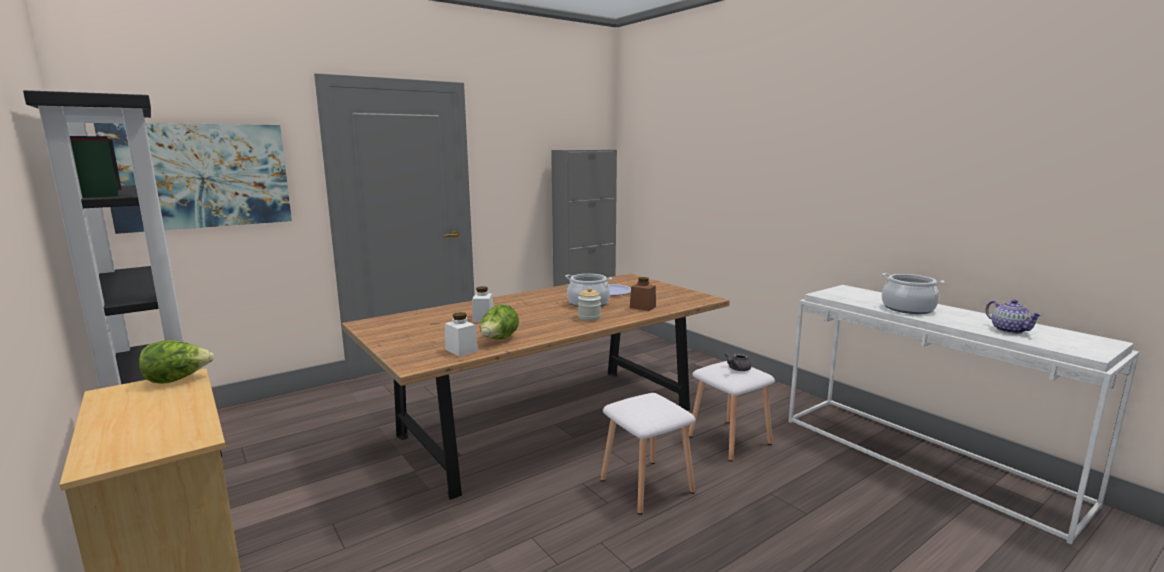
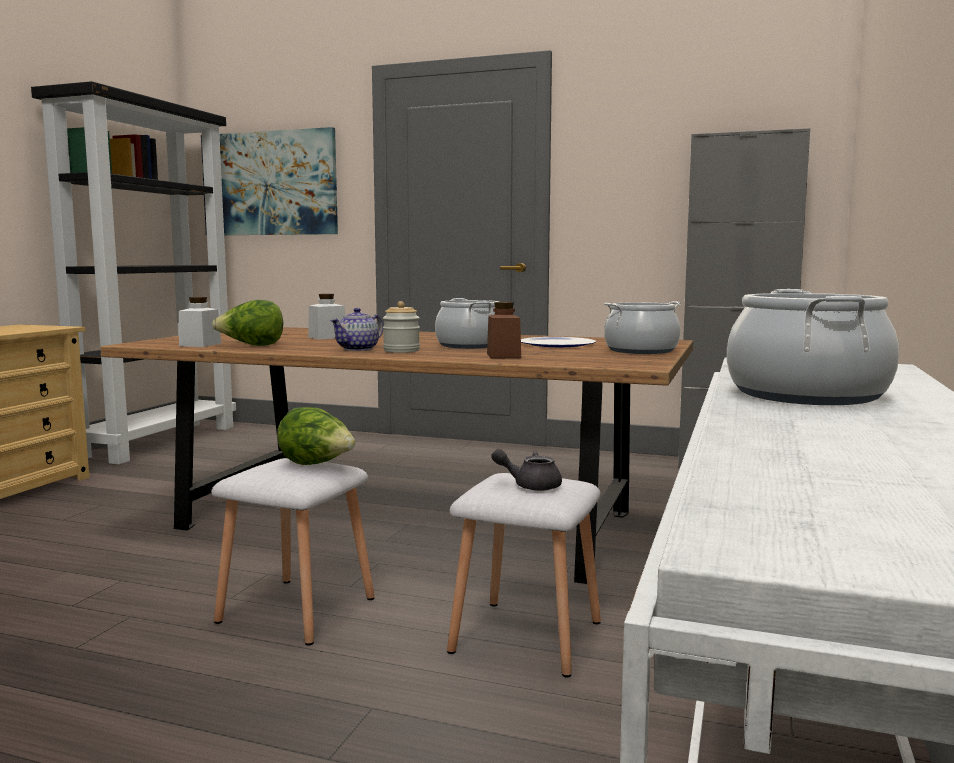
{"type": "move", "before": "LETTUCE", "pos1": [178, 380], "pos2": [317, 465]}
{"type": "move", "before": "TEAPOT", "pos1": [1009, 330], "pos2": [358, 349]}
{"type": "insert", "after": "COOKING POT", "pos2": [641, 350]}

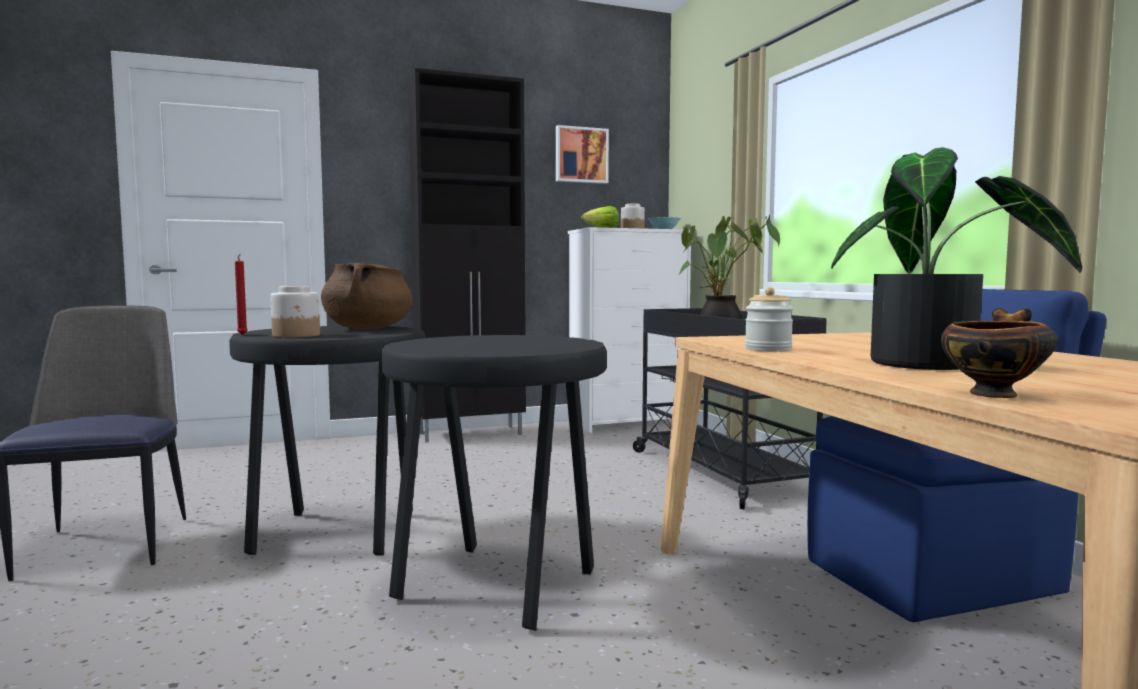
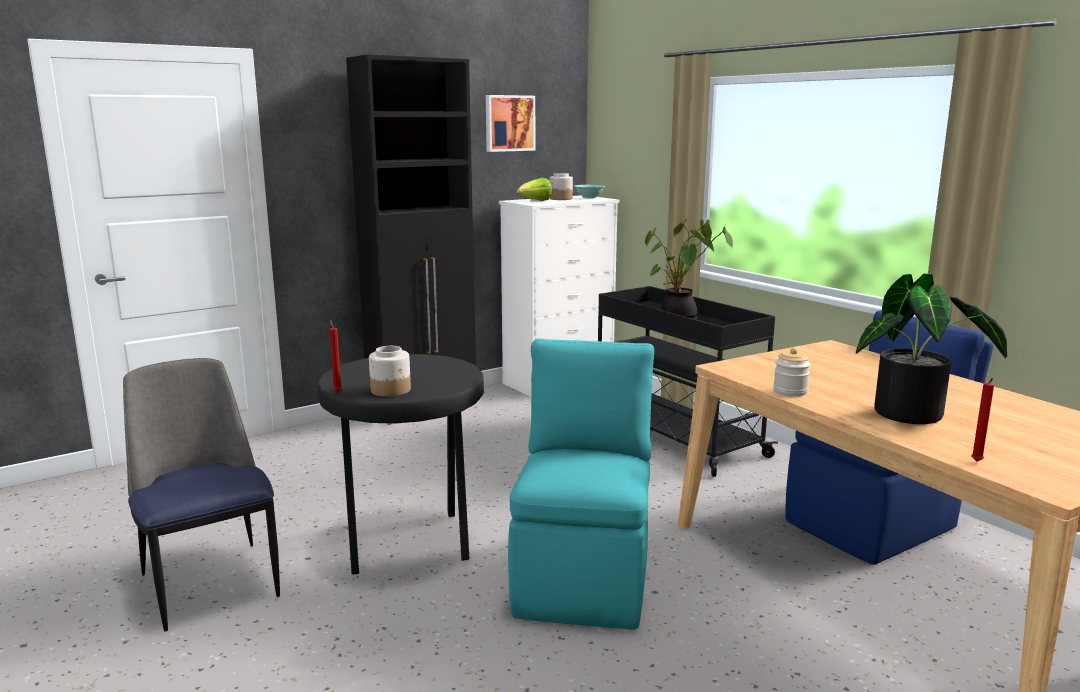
{"type": "delete", "before": "BROWN COOKING POT", "pos1": [368, 329]}
{"type": "replace", "before": "BLACK STOOL", "after": "TURQUOISE CHAIR", "pos1": [499, 588], "pos2": [584, 577]}
{"type": "replace", "before": "BOWL", "after": "RED CANDLE", "pos1": [993, 394], "pos2": [976, 462]}

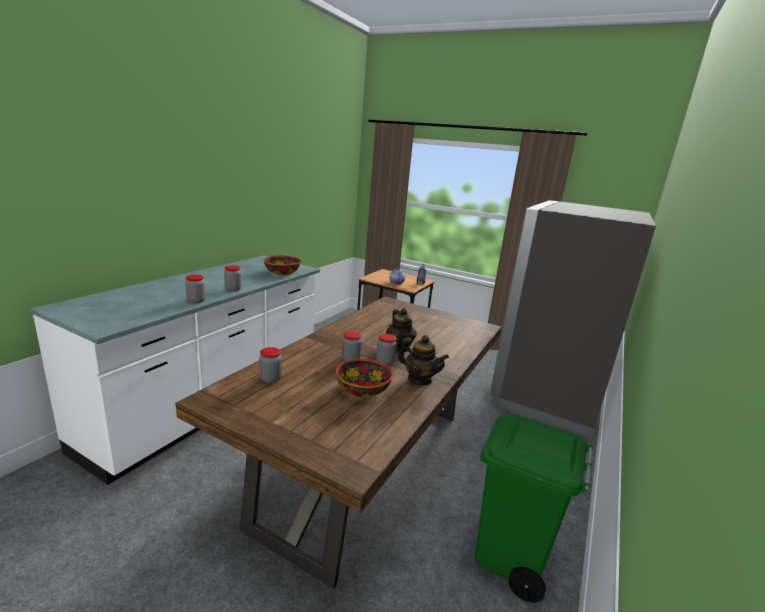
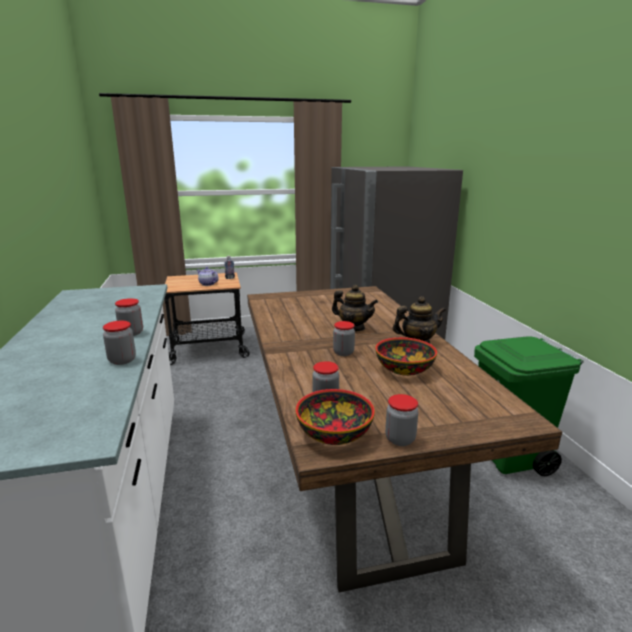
{"type": "move", "before": "BOWL", "pos1": [282, 272], "pos2": [335, 433]}
{"type": "move", "before": "JAR", "pos1": [385, 361], "pos2": [400, 439]}

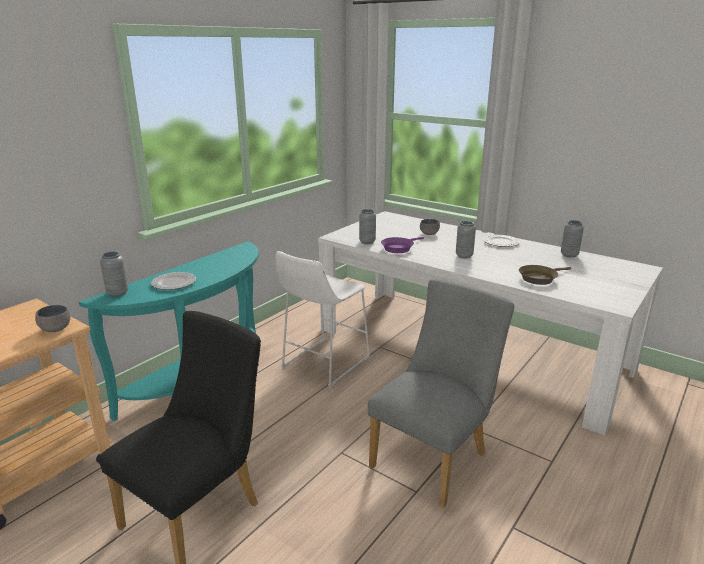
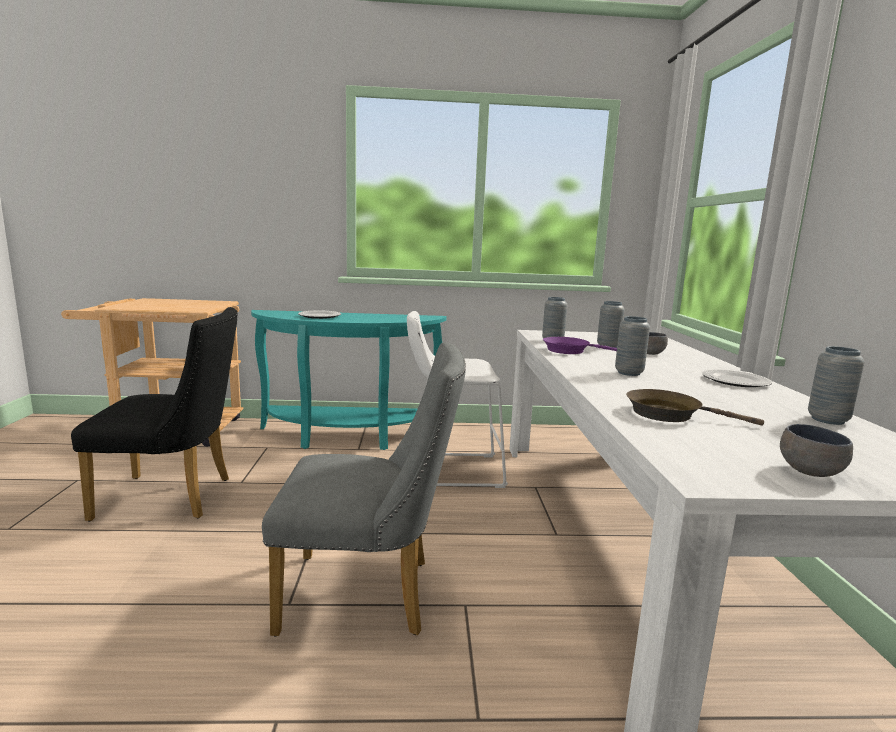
{"type": "move", "before": "GREY BOWL", "pos1": [57, 329], "pos2": [812, 472]}
{"type": "move", "before": "GREY VASE", "pos1": [117, 293], "pos2": [608, 346]}

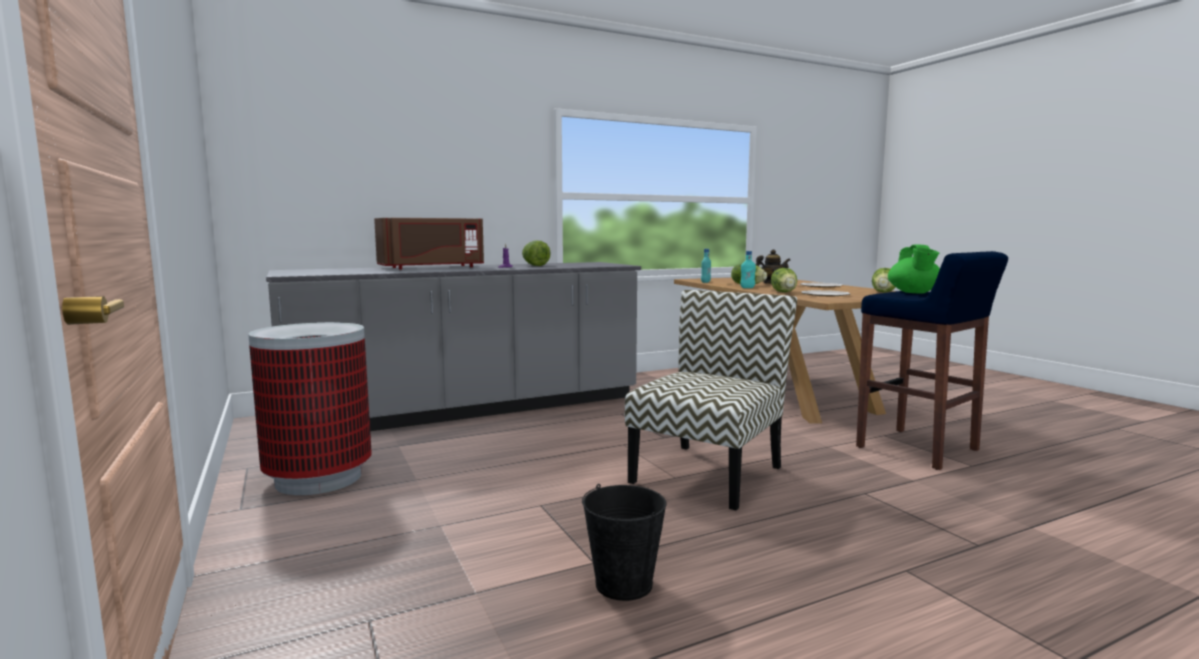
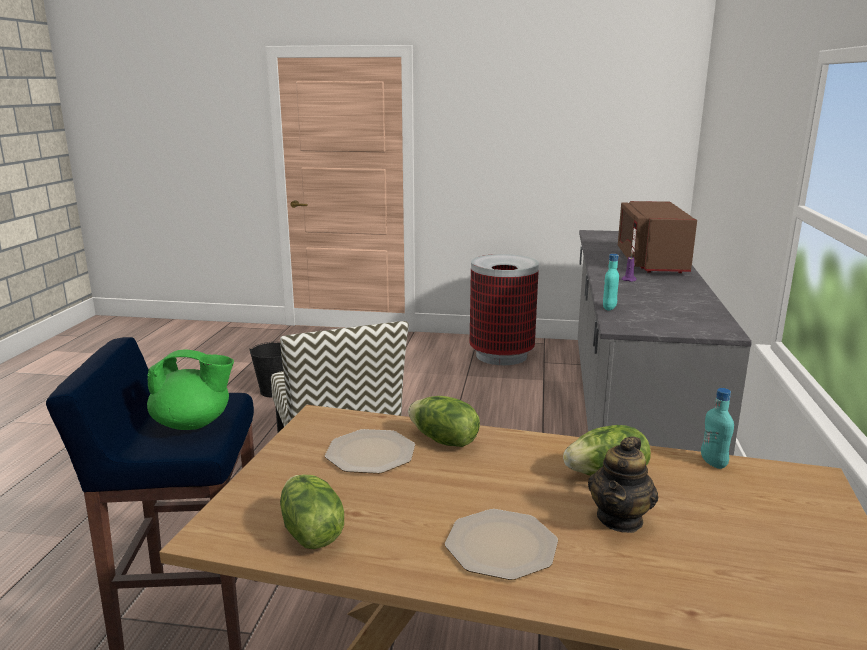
{"type": "delete", "before": "LETTUCE", "pos1": [534, 265]}
{"type": "move", "before": "TURQUOISE BOTTLE", "pos1": [747, 287], "pos2": [609, 308]}
{"type": "rotate", "before": "GREEN TEAPOT", "pos1": [914, 293], "pos2": [193, 424], "turn": 135}

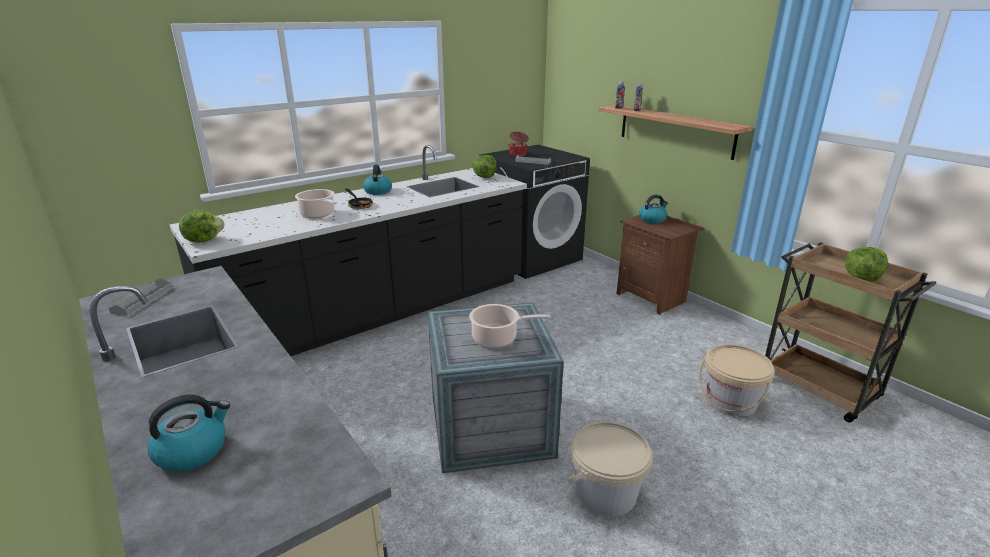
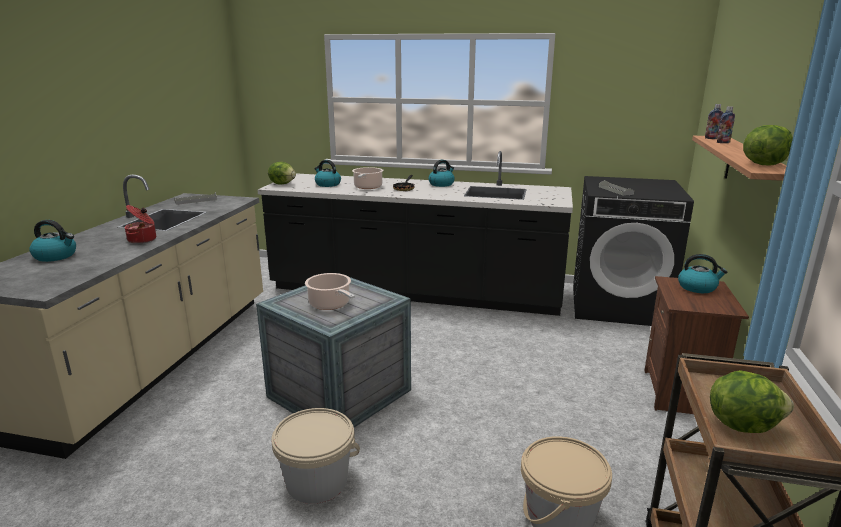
{"type": "move", "before": "LETTUCE", "pos1": [485, 177], "pos2": [763, 164]}
{"type": "move", "before": "COOKING POT", "pos1": [518, 154], "pos2": [143, 240]}
{"type": "insert", "after": "KETTLE", "pos2": [327, 184]}

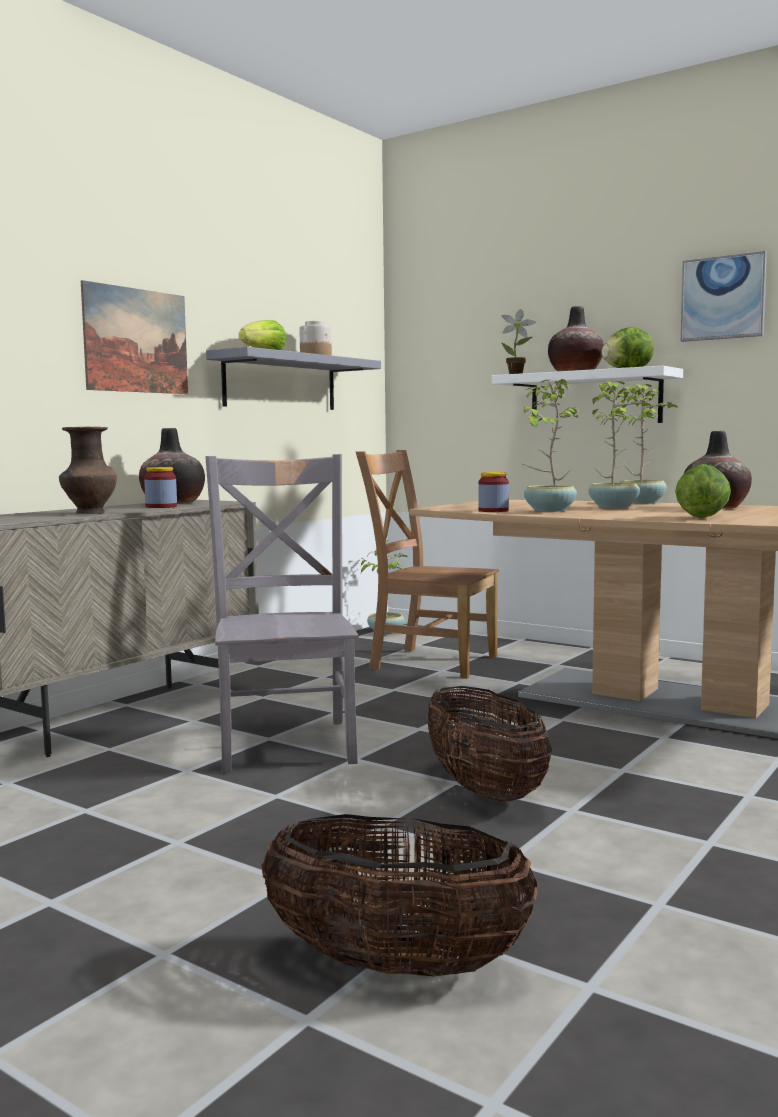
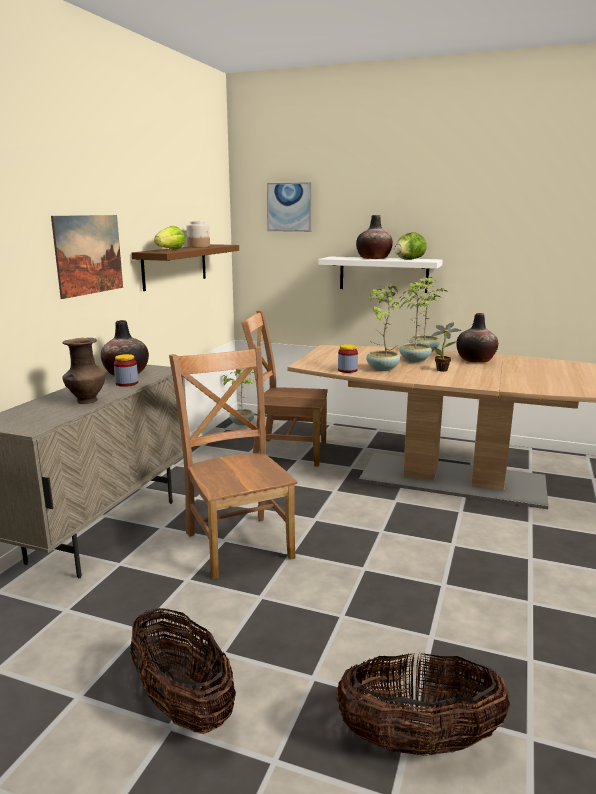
{"type": "recolor", "before": "GREY CHAIR", "after": "BROWN CHAIR", "pos1": [286, 742], "pos2": [238, 542]}
{"type": "recolor", "before": "GREY SHELF", "after": "BROWN SHELF", "pos1": [280, 382], "pos2": [175, 266]}
{"type": "move", "before": "BASKET", "pos1": [485, 790], "pos2": [183, 704]}
{"type": "move", "before": "POTTED PLANT", "pos1": [518, 374], "pos2": [444, 370]}
{"type": "delete", "before": "LETTUCE", "pos1": [702, 517]}
{"type": "move", "before": "PICTURE", "pos1": [723, 298], "pos2": [289, 207]}

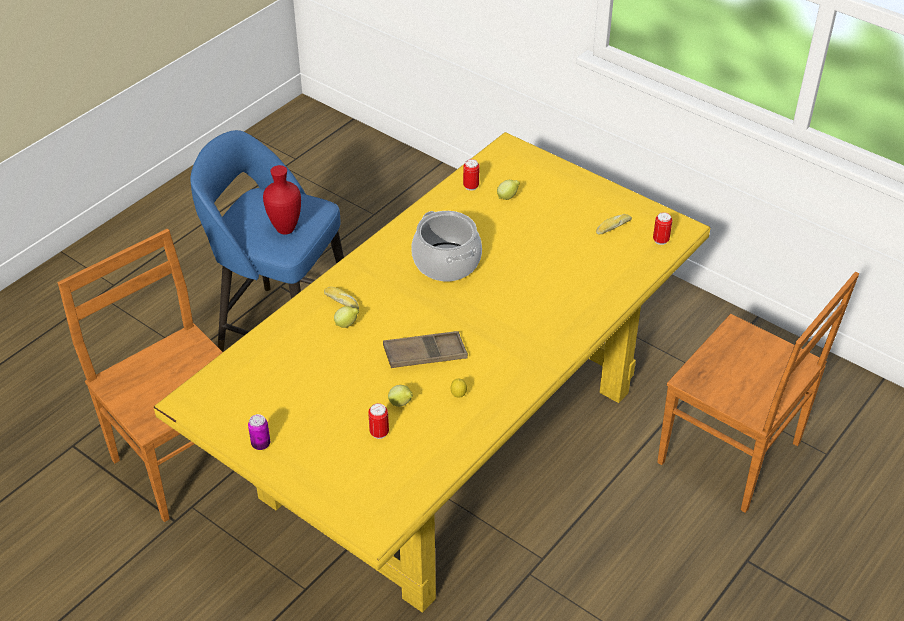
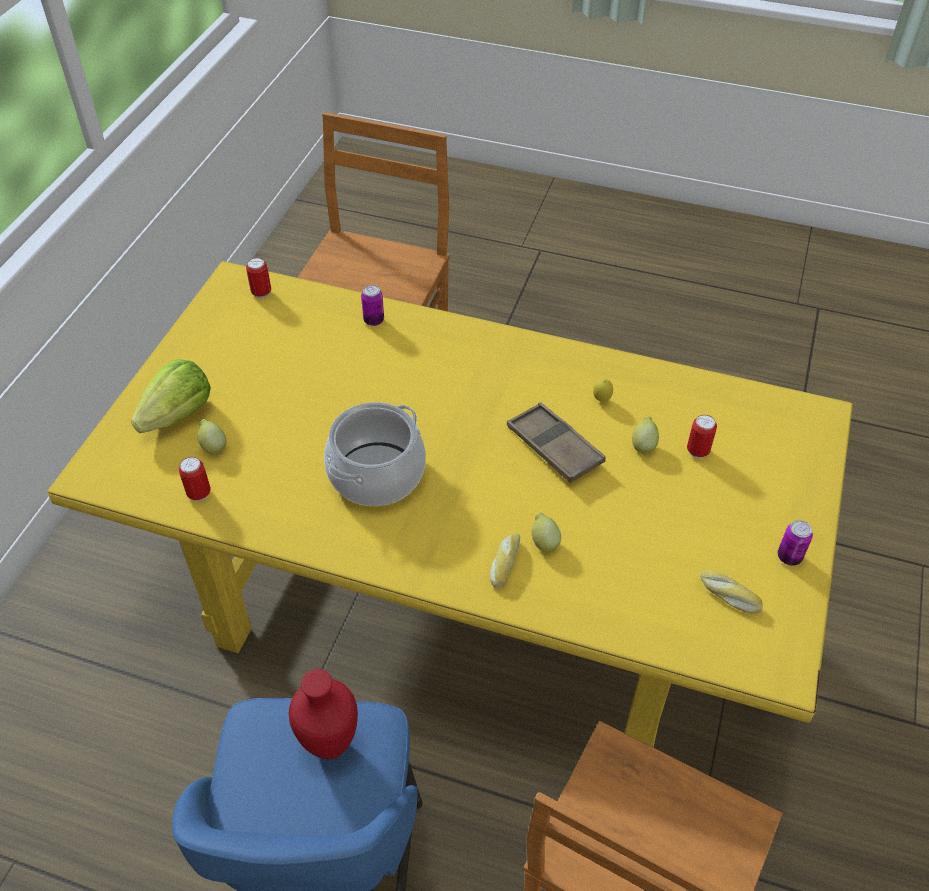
{"type": "move", "before": "BREAD", "pos1": [612, 227], "pos2": [728, 596]}
{"type": "insert", "after": "LETTUCE", "pos2": [179, 414]}
{"type": "insert", "after": "CAN", "pos2": [374, 320]}

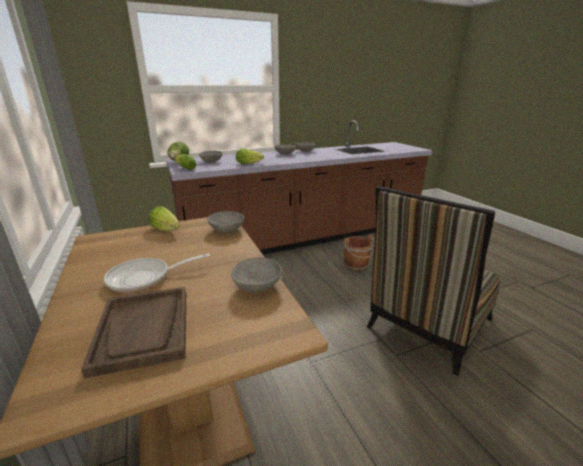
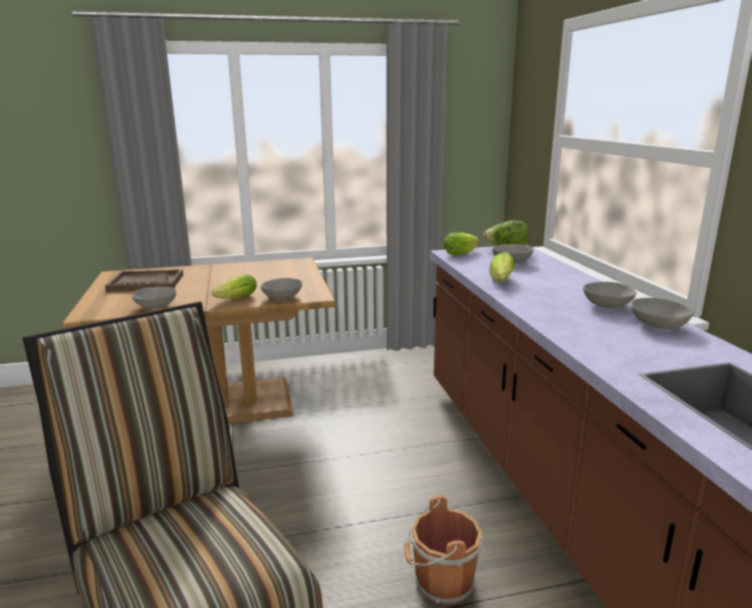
{"type": "delete", "before": "FRYING PAN", "pos1": [145, 278]}
{"type": "move", "before": "LETTUCE", "pos1": [167, 229], "pos2": [234, 299]}

